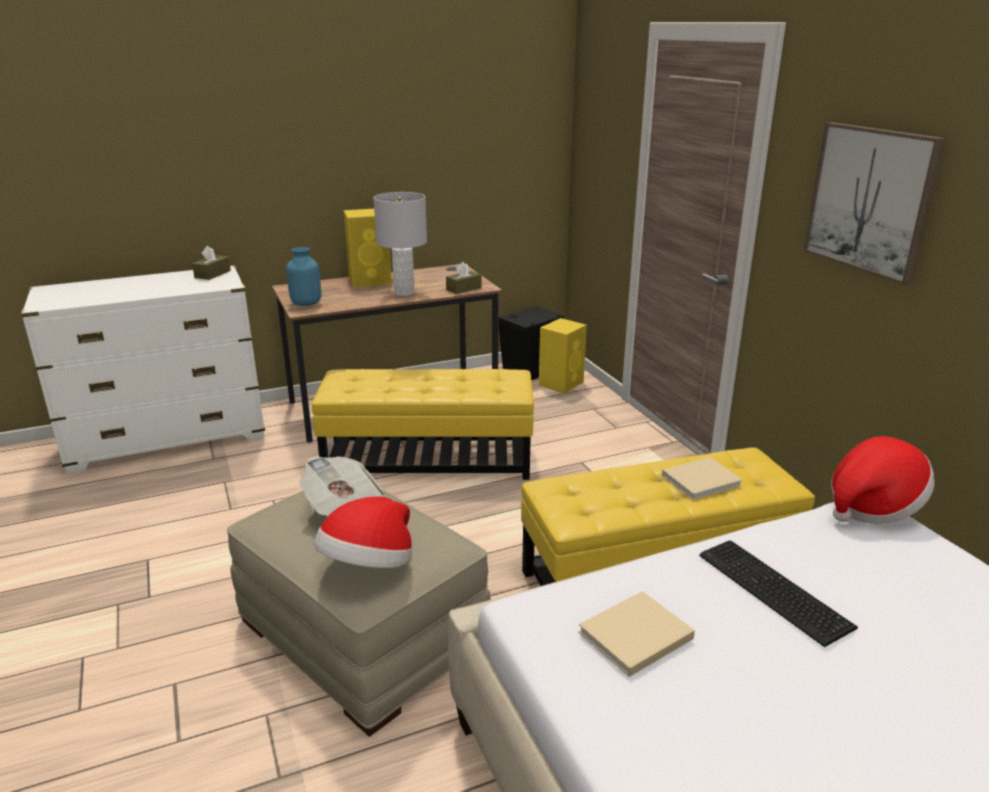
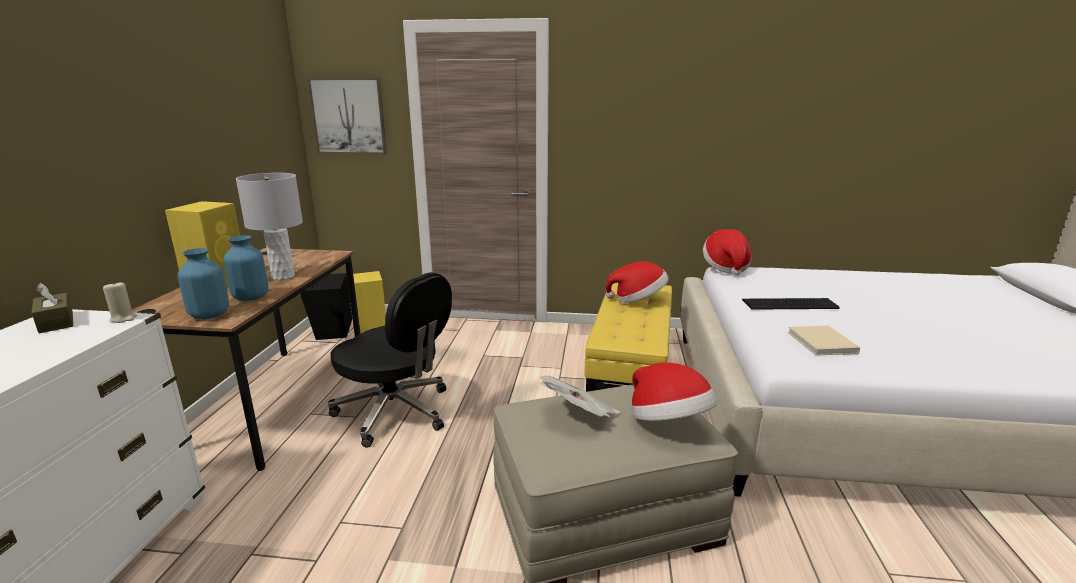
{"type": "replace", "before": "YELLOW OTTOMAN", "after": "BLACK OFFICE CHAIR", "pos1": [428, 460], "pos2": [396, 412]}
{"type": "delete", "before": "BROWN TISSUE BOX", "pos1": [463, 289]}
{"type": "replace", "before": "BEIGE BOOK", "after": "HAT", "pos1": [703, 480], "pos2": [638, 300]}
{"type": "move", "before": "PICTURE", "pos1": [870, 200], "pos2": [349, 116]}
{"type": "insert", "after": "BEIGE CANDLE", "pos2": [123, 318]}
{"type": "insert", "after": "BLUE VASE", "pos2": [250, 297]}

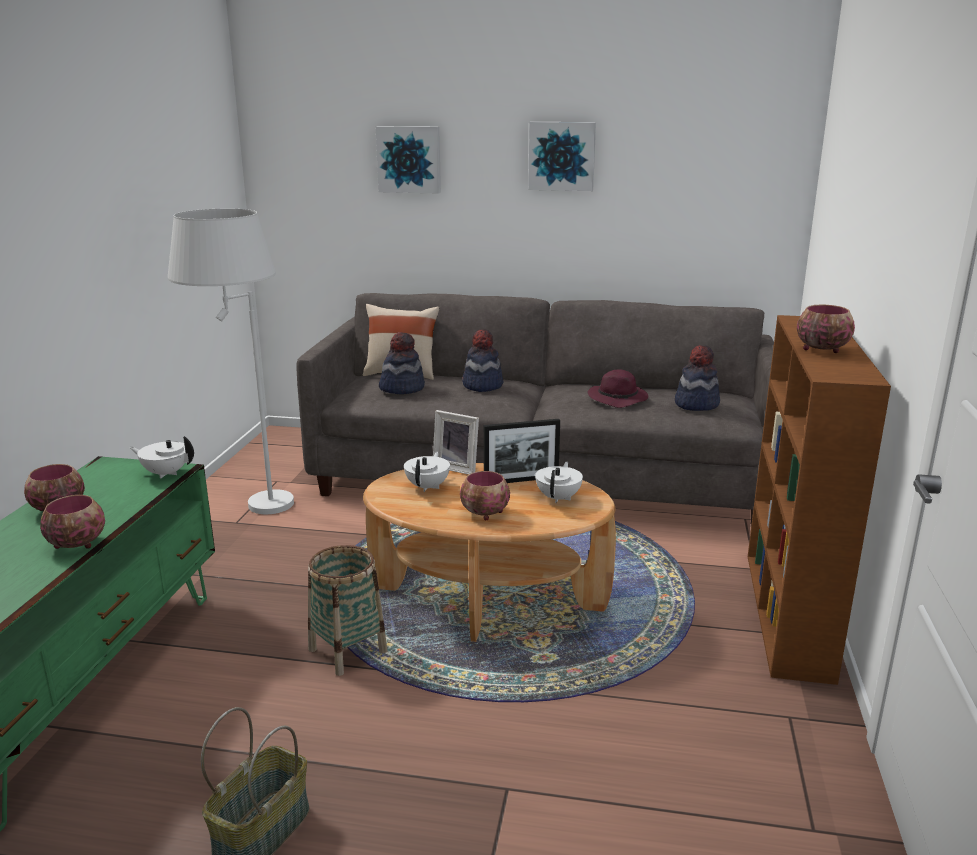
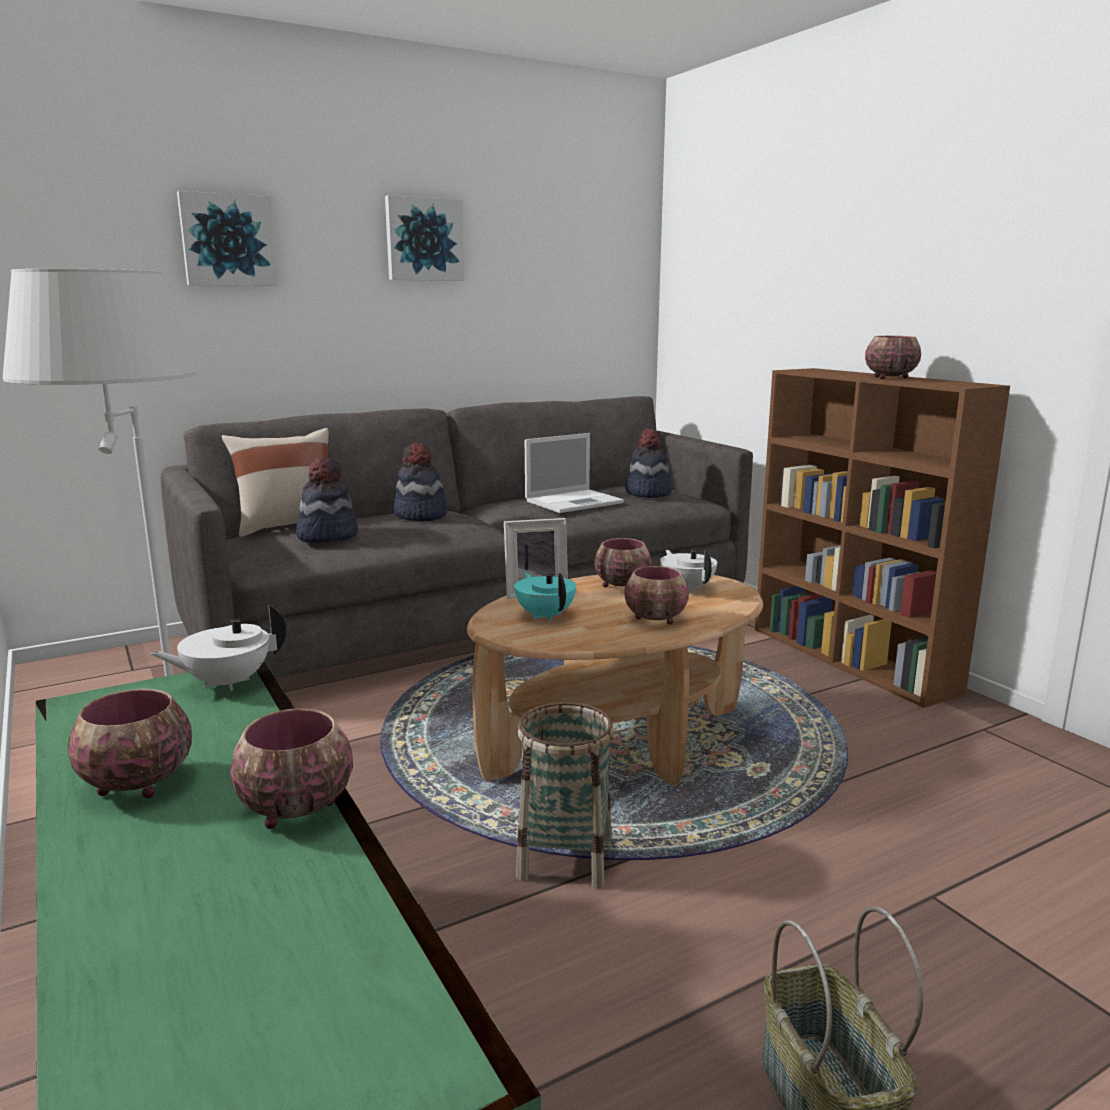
{"type": "recolor", "before": "WHITE TEAPOT", "after": "TURQUOISE TEAPOT", "pos1": [428, 487], "pos2": [545, 615]}
{"type": "replace", "before": "PICTURE FRAME", "after": "BOWL", "pos1": [521, 480], "pos2": [621, 585]}
{"type": "replace", "before": "PURPLE HAT", "after": "LAPTOP", "pos1": [618, 398], "pos2": [575, 502]}

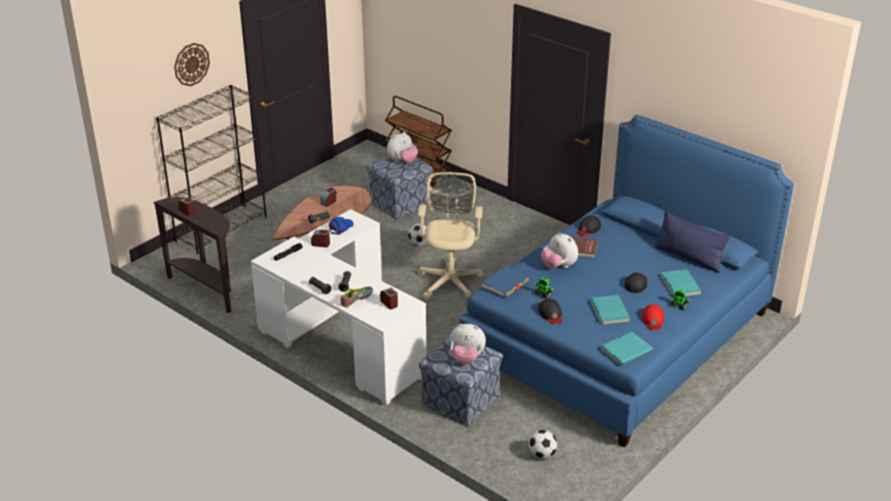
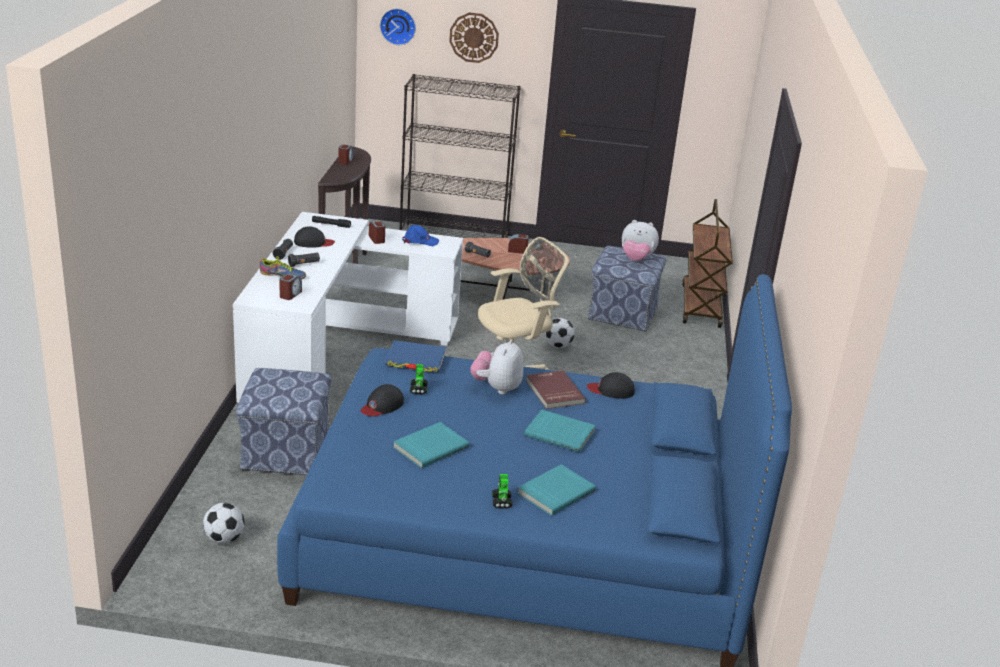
{"type": "delete", "before": "PLUSH TOY", "pos1": [466, 358]}
{"type": "move", "before": "TURQUOISE BOOK", "pos1": [625, 350], "pos2": [560, 433]}
{"type": "move", "before": "BLACK CAP", "pos1": [636, 284], "pos2": [313, 242]}
{"type": "delete", "before": "RED CAP", "pos1": [653, 320]}
{"type": "delete", "before": "BLUE PILLOW", "pos1": [689, 258]}
{"type": "insert", "after": "WALL CLOCK", "pos2": [398, 26]}

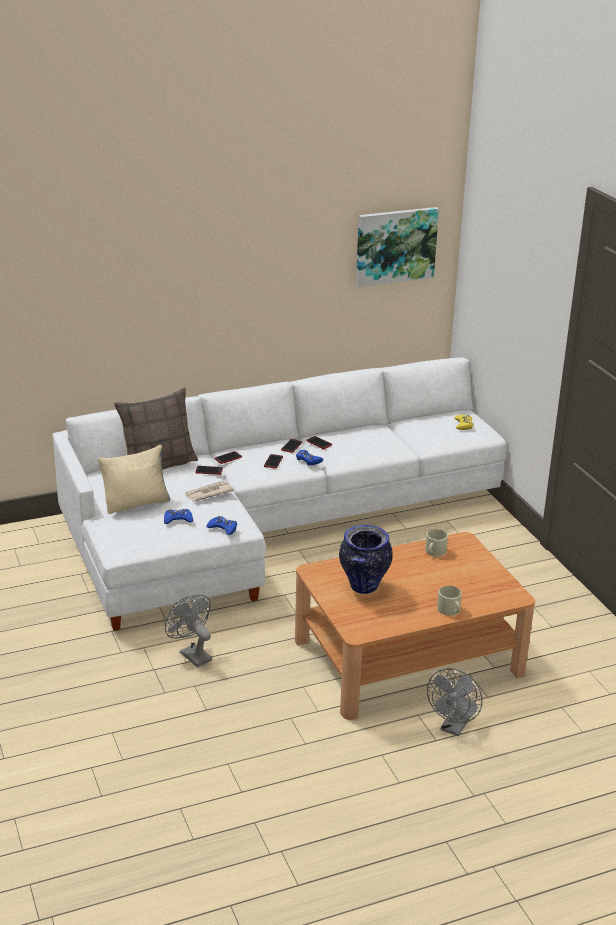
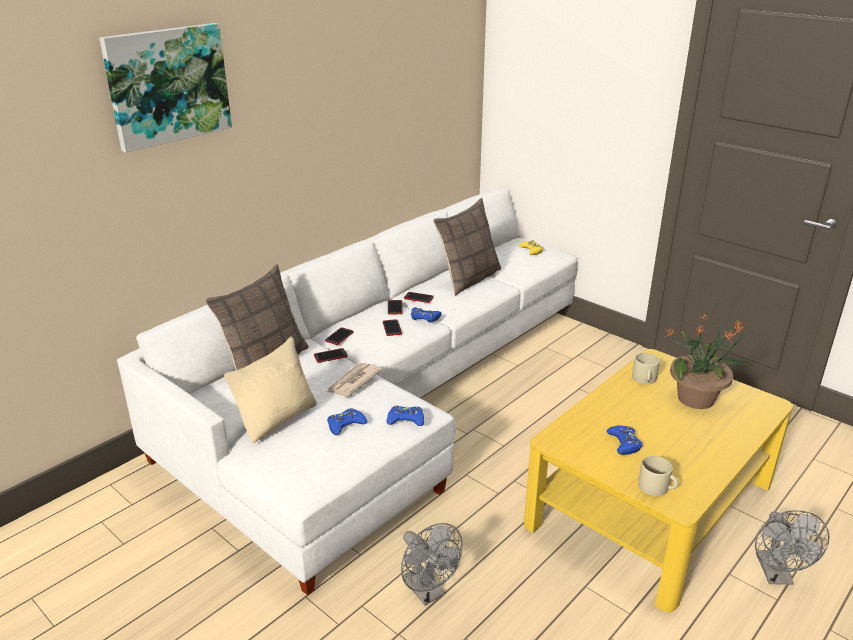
{"type": "rotate", "before": "GREY FAN", "pos1": [192, 654], "pos2": [428, 592], "turn": -150}
{"type": "recolor", "before": "BROWN COFFEE TABLE", "after": "YELLOW COFFEE TABLE", "pos1": [408, 656], "pos2": [650, 503]}
{"type": "replace", "before": "VASE", "after": "BLUE GAME CONTROLLER", "pos1": [364, 587], "pos2": [624, 443]}
{"type": "move", "before": "PICTURE", "pos1": [395, 246], "pos2": [168, 85]}
{"type": "move", "before": "BEIGE MUG", "pos1": [450, 610], "pos2": [657, 487]}
{"type": "insert", "after": "PILLOW", "pos2": [468, 279]}
{"type": "insert", "after": "POTTED PLANT", "pos2": [697, 399]}

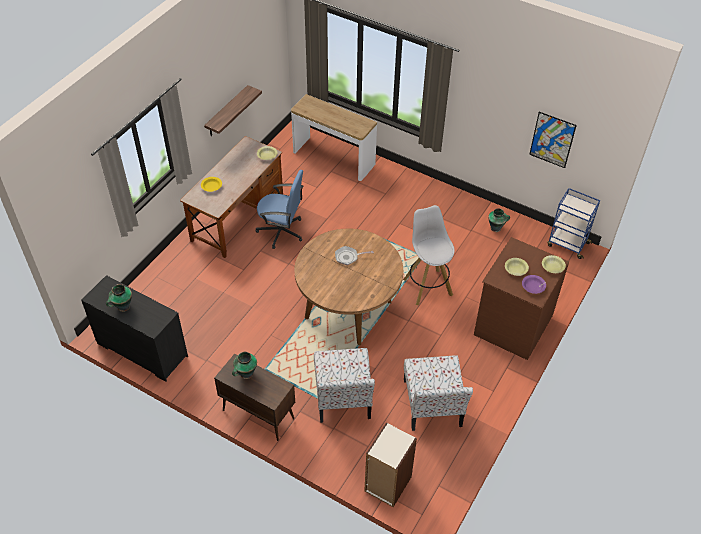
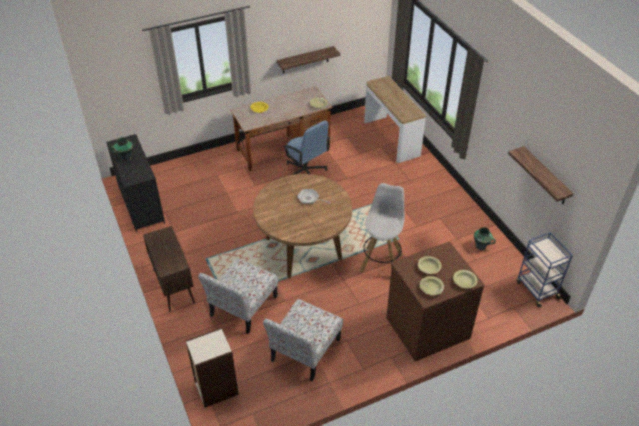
{"type": "delete", "before": "VASE", "pos1": [246, 374]}
{"type": "recolor", "before": "PURPLE BOWL", "after": "YELLOW BOWL", "pos1": [533, 287], "pos2": [431, 288]}
{"type": "replace", "before": "PICTURE", "after": "SHELF", "pos1": [552, 140], "pos2": [545, 176]}

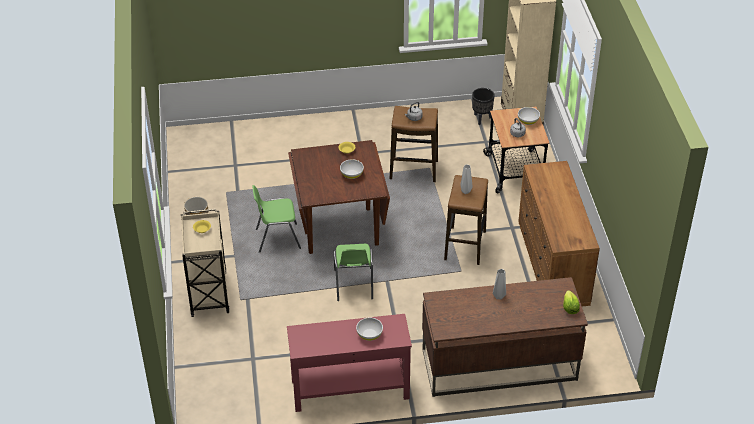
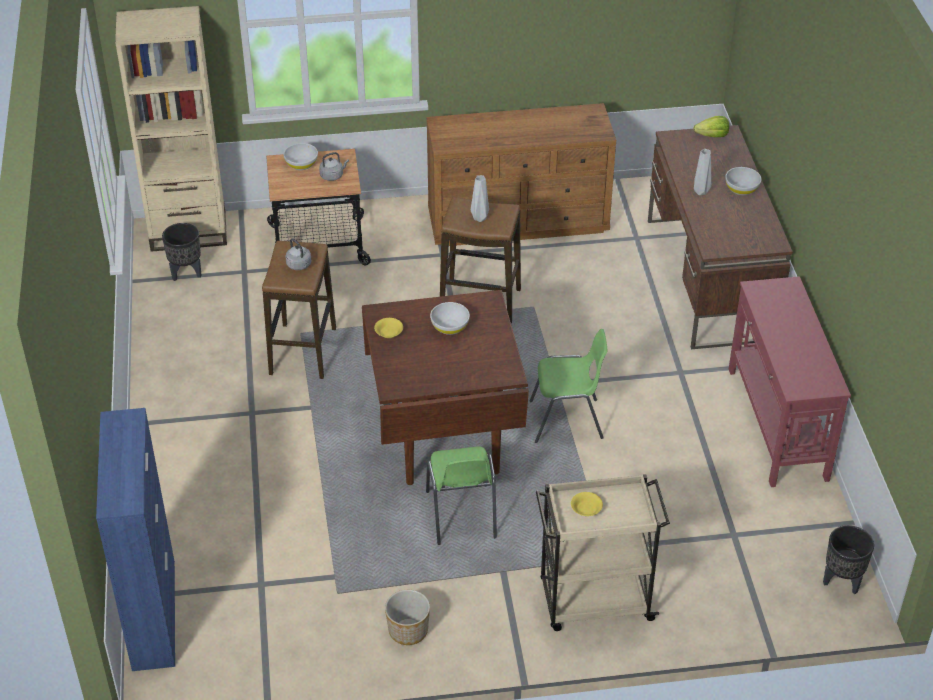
{"type": "move", "before": "WHITE BOWL", "pos1": [369, 334], "pos2": [741, 189]}
{"type": "insert", "after": "BLUE CABINET", "pos2": [154, 614]}
{"type": "insert", "after": "BLACK PLANTER", "pos2": [842, 582]}

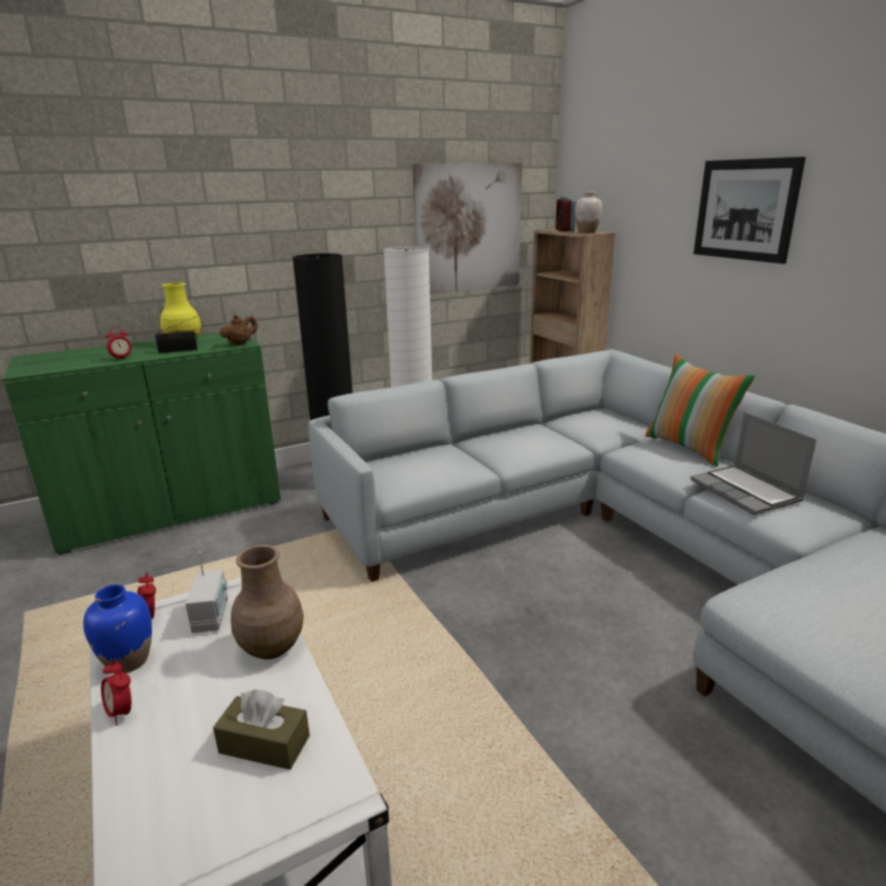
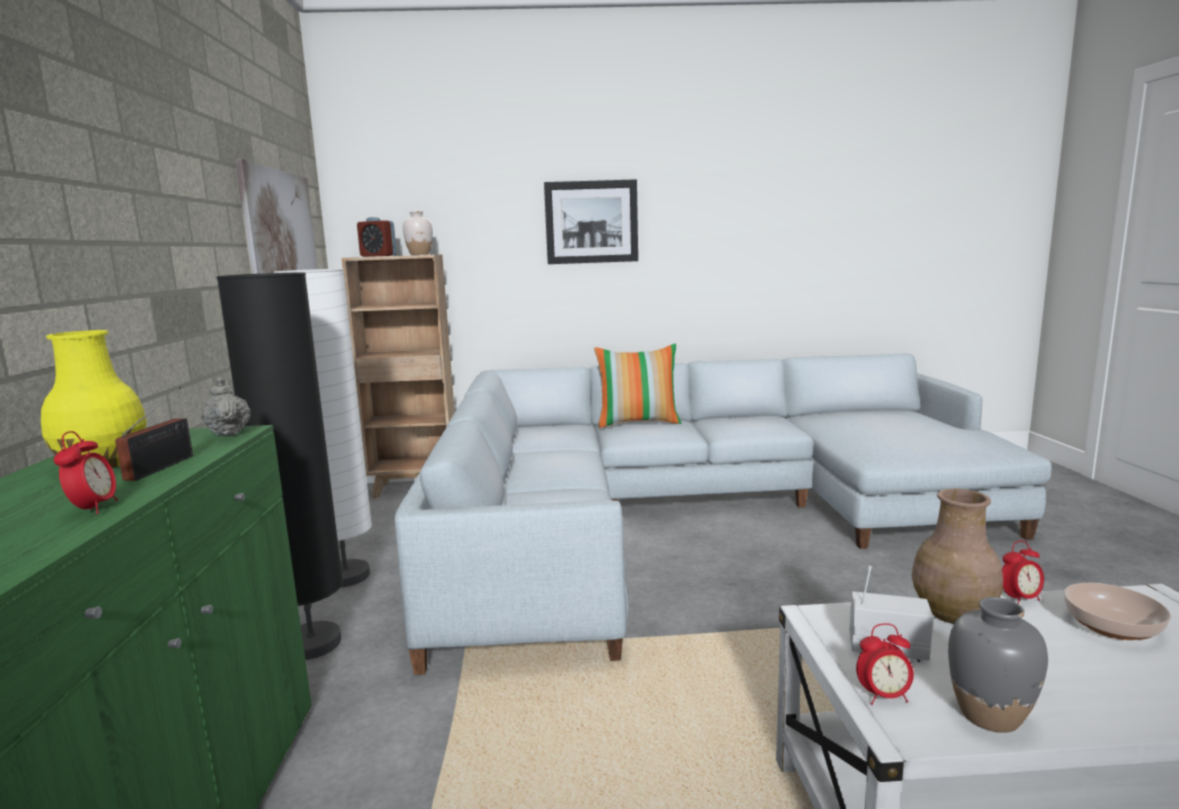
{"type": "recolor", "before": "BLUE VASE", "after": "GREY VASE", "pos1": [129, 661], "pos2": [989, 715]}
{"type": "move", "before": "ALARM CLOCK", "pos1": [122, 712], "pos2": [1019, 599]}
{"type": "replace", "before": "BROWN TISSUE BOX", "after": "BOWL", "pos1": [264, 744], "pos2": [1113, 627]}
{"type": "recolor", "before": "BROWN TEAPOT", "after": "GREY TEAPOT", "pos1": [240, 344], "pos2": [229, 433]}
{"type": "delete", "before": "LAPTOP", "pos1": [746, 492]}

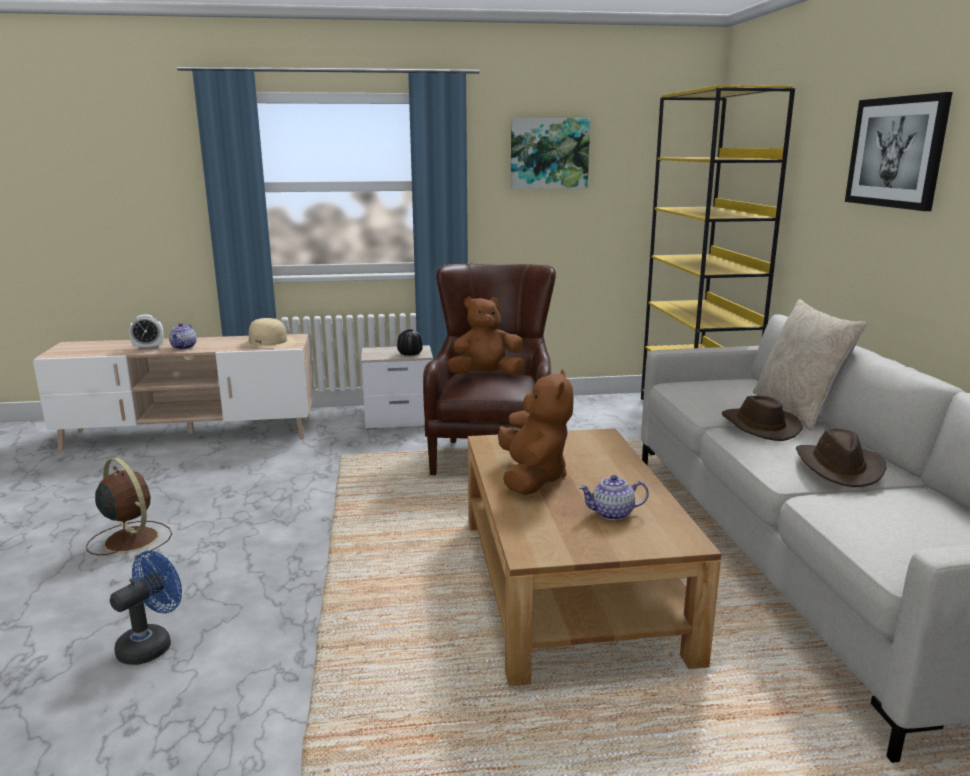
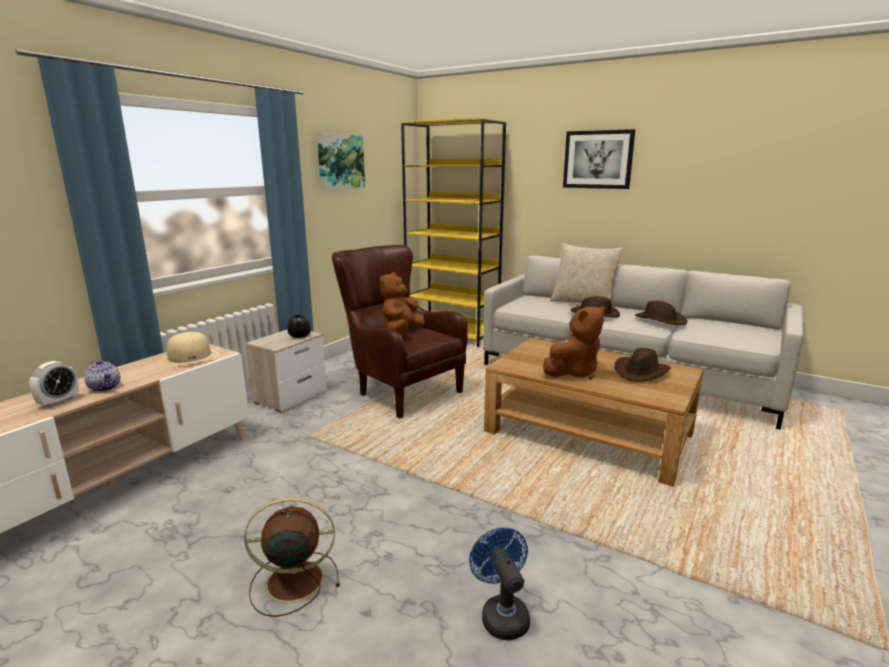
{"type": "rotate", "before": "BROWN PLUSH TOY", "pos1": [532, 478], "pos2": [573, 372], "turn": 105}
{"type": "replace", "before": "TEAPOT", "after": "BROWN HAT", "pos1": [612, 514], "pos2": [641, 372]}

